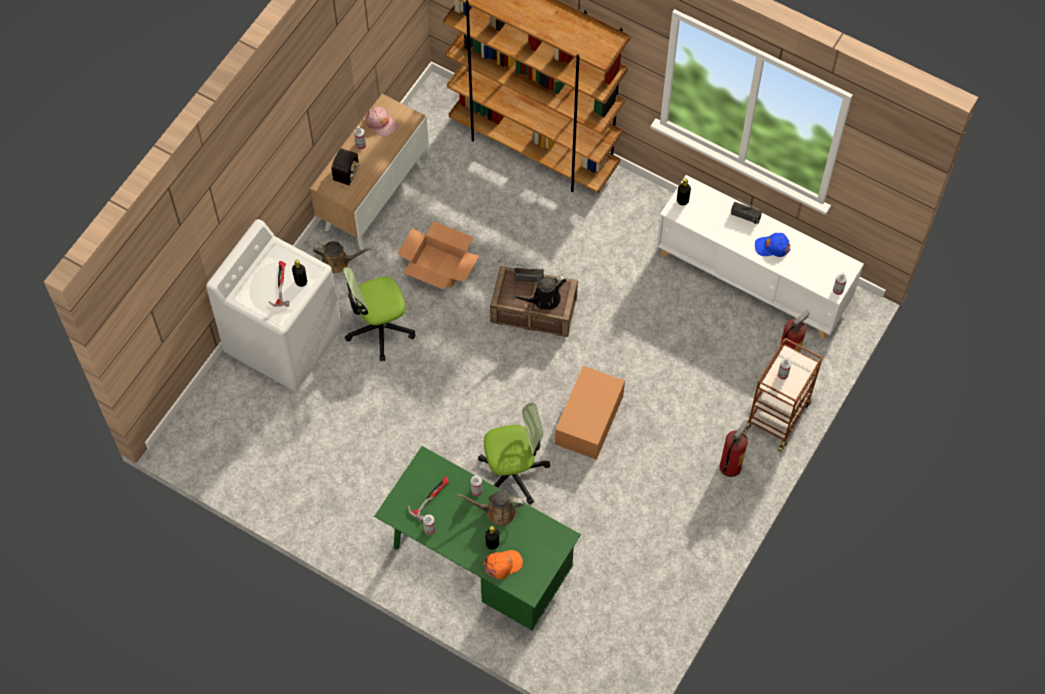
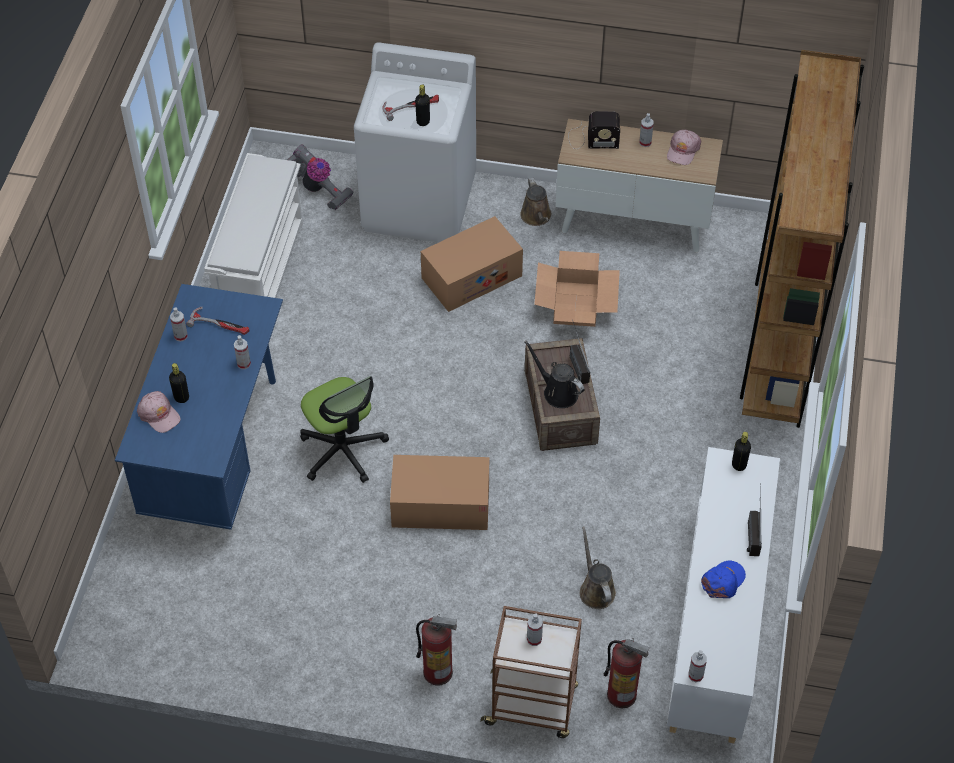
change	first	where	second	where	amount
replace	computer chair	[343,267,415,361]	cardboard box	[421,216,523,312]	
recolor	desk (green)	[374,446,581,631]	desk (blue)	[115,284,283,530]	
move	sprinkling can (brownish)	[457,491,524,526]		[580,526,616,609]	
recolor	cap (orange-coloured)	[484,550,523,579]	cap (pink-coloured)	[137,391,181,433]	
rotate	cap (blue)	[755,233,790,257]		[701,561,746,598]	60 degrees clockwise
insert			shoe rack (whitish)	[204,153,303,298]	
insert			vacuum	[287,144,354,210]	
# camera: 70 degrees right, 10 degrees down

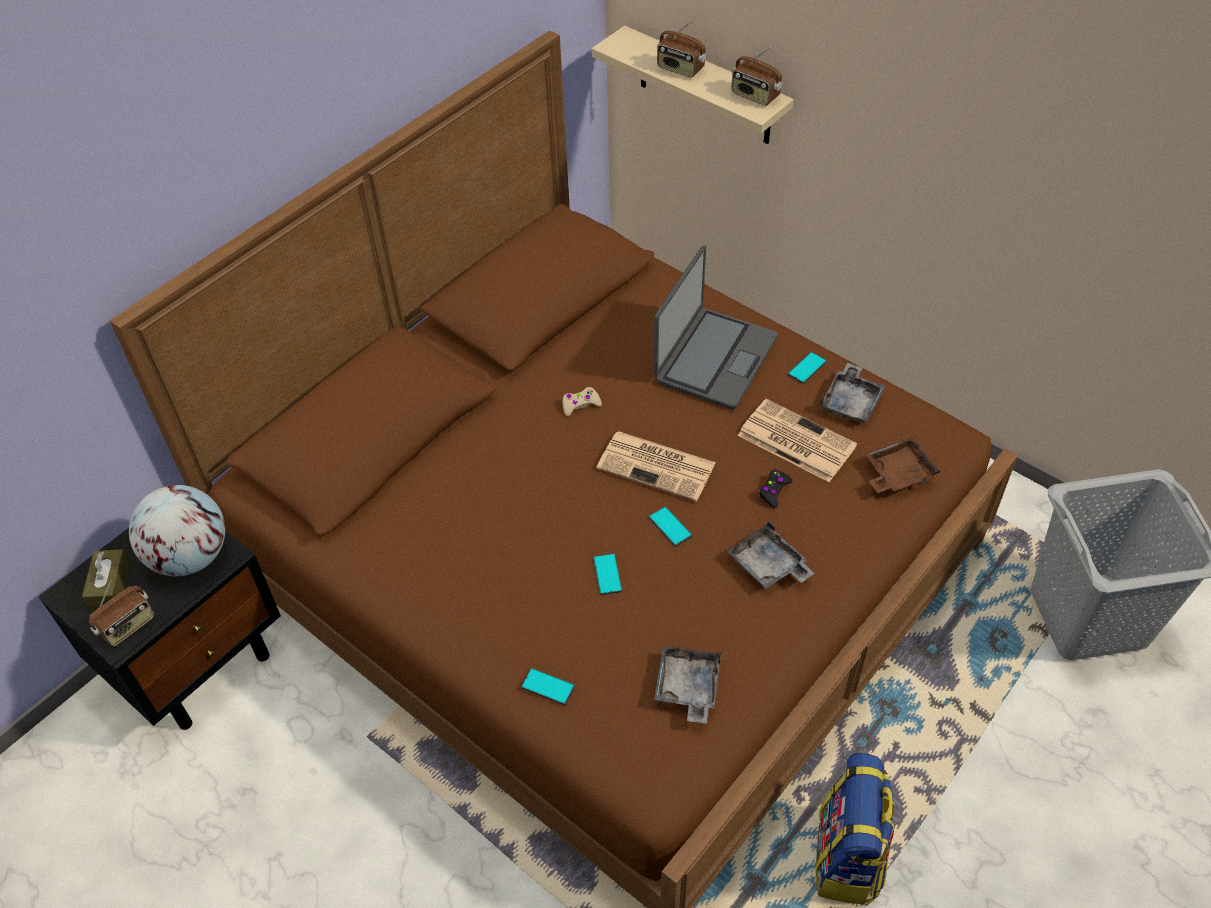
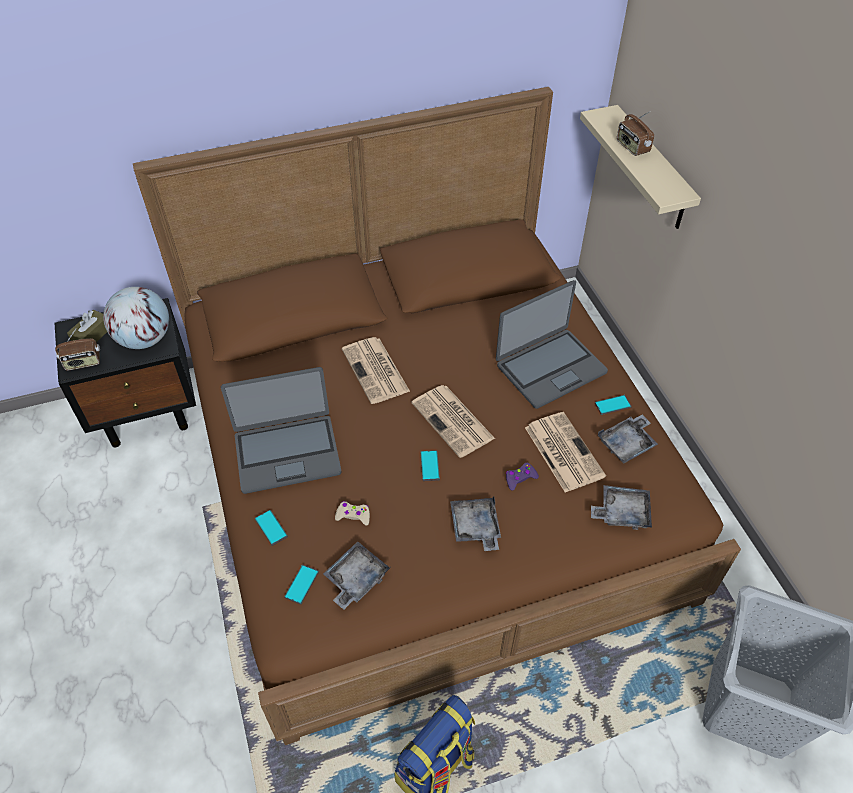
change	first	where	second	where	amount
move	joypad (beige)	[563,387,602,416]		[335,501,370,525]	
move	handset	[593,553,622,595]		[284,564,319,605]	
delete	radio	[731,47,782,106]			
recolor	joypad (blackish)	[759,470,792,508]	joypad (purple-coloured)	[506,463,539,491]	
recolor	carrying tray (brownish)	[865,437,941,493]	carrying tray (grey)	[591,485,652,530]	
insert			notebook computer	[221,367,342,494]	
insert			daily paper	[342,337,410,404]	
# camera: 30 degrees right, 0 degrees up

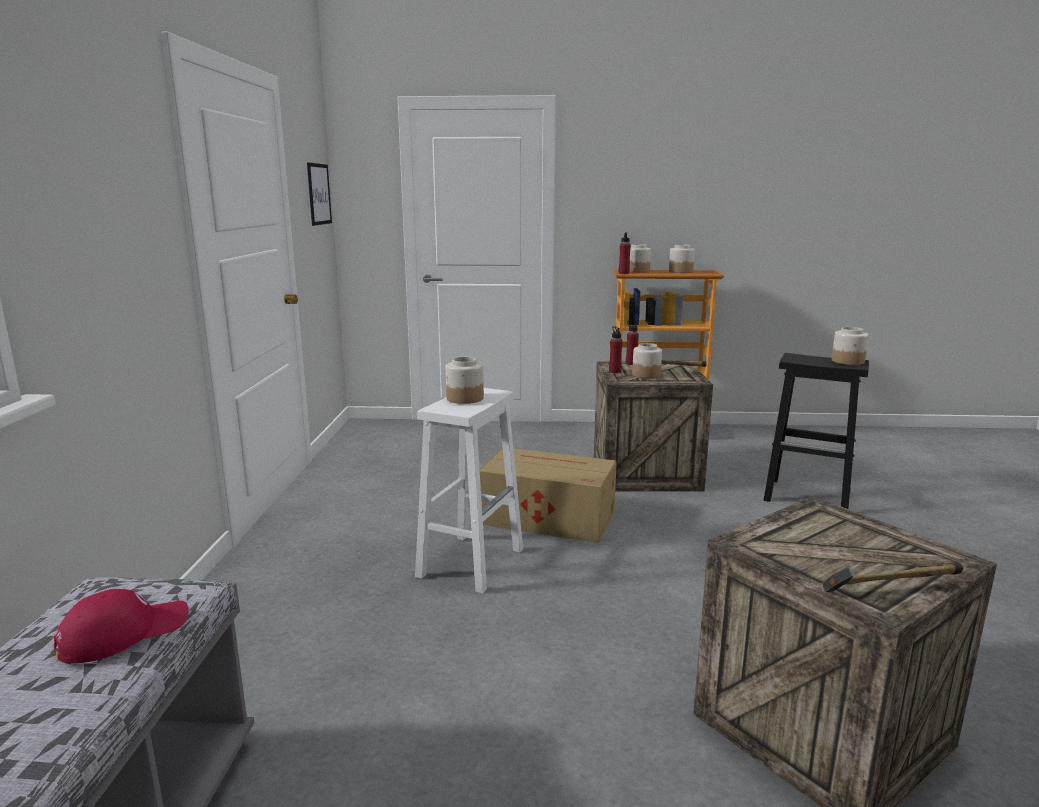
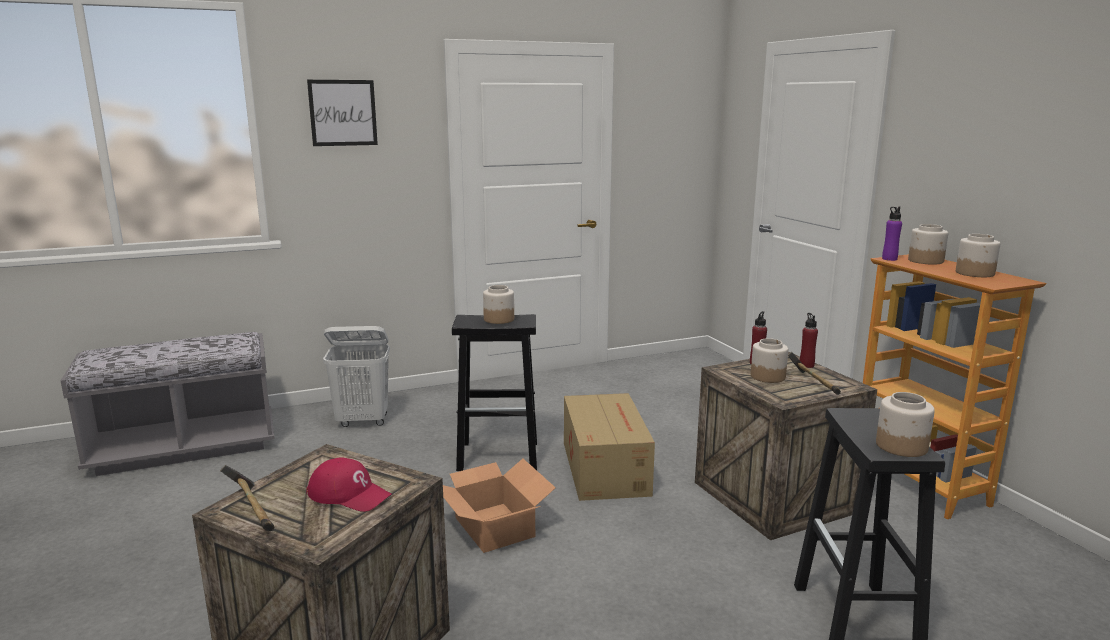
change	first	where	second	where	amount
move	cap (reddish)	[54,589,189,665]		[306,457,392,512]	
move	picture	[307,163,332,226]		[307,80,378,146]	
recolor	stool (whitish)	[415,388,523,594]	stool (blackish)	[452,314,537,471]	
recolor	drink bottle (reddish)	[619,232,631,274]	drink bottle (purple-coloured)	[882,206,902,261]	
insert			hamper (whitish)	[323,326,390,427]	
insert			cardboard box	[443,459,556,553]	
# camera: 65 degrees right, 0 degrees up

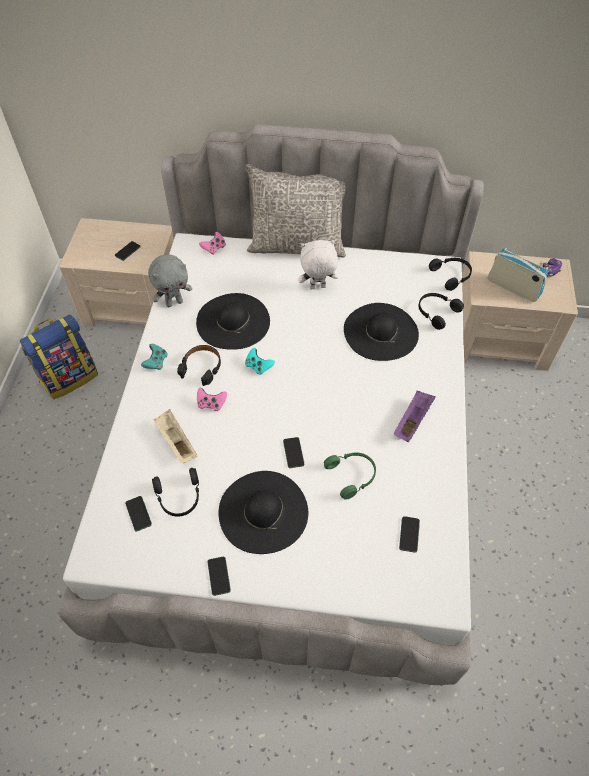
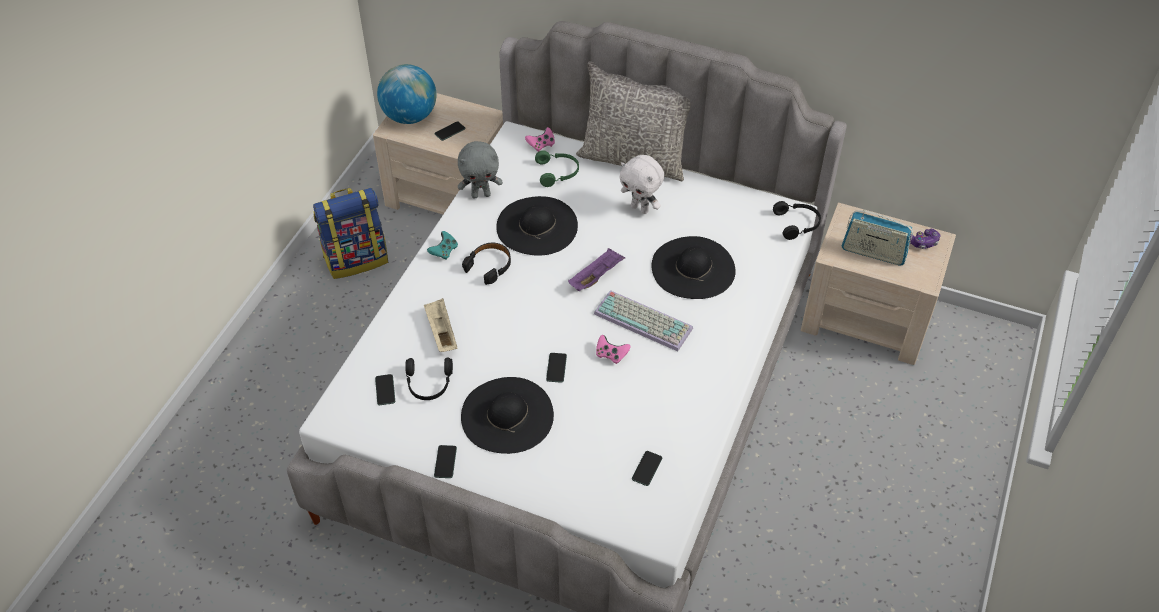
change	first	where	second	where	amount
move	joypad (pink-coloured)	[197,388,227,411]		[596,335,630,364]	
delete	joypad (blue-green)	[245,348,275,375]			
rotate	soft toy (whitish)	[298,240,338,289]		[620,155,664,214]	150 degrees counterclockwise
move	headphones (green)	[324,453,376,500]		[535,150,579,187]	
move	carrying tray (purple-coloured)	[394,391,436,442]		[568,248,626,291]	
delete	headphones (blackish)	[418,293,464,330]			
rotate	radio	[488,248,549,302]		[841,210,913,266]	150 degrees clockwise
insert			world globe	[377,64,436,124]	
insert			keyboard	[594,290,693,351]	
# camera: 15 degrees right, 5 degrees down

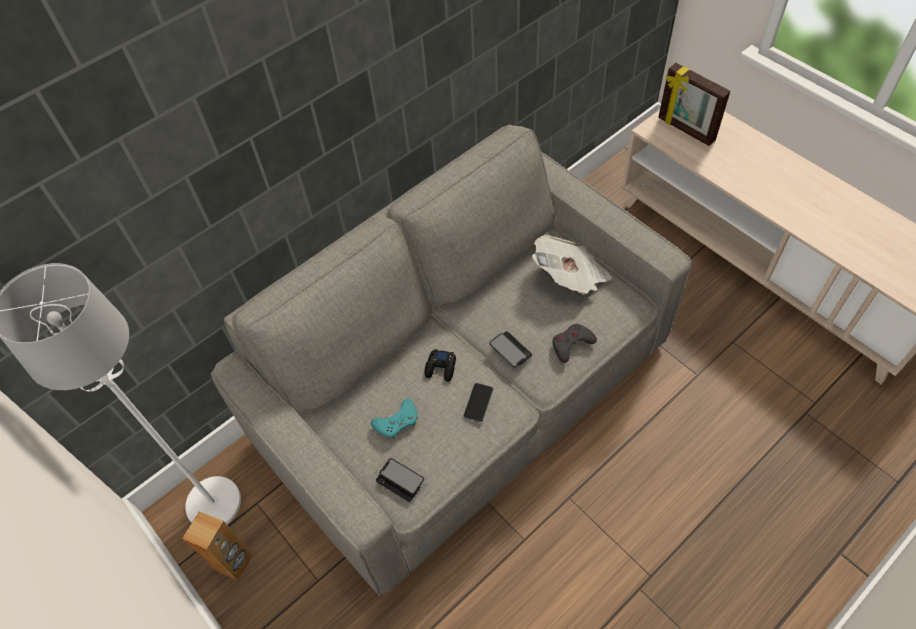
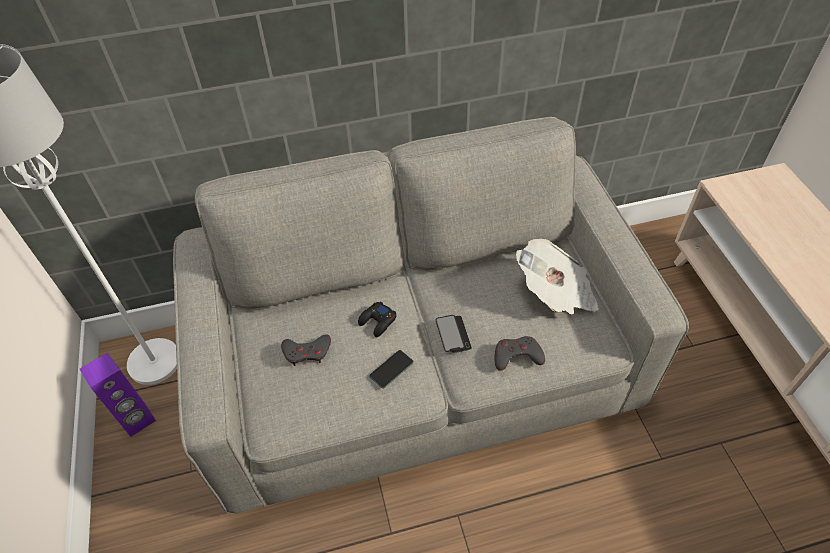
change	first	where	second	where	amount
recolor	audio speaker (brownish)	[182,511,253,581]	audio speaker (purple-coloured)	[80,353,156,437]	
recolor	joypad (blue-green)	[371,399,417,439]	joypad (grey)	[281,334,331,366]	
delete	handset	[376,458,424,502]			
delete	standing frame	[658,63,730,146]			
# camera: 25 degrees right, 5 degrees down

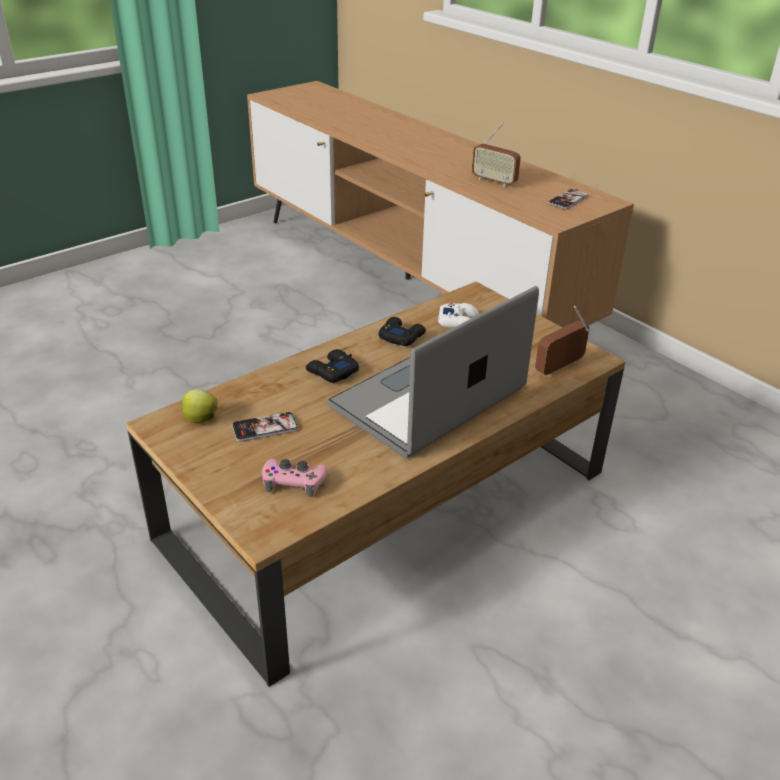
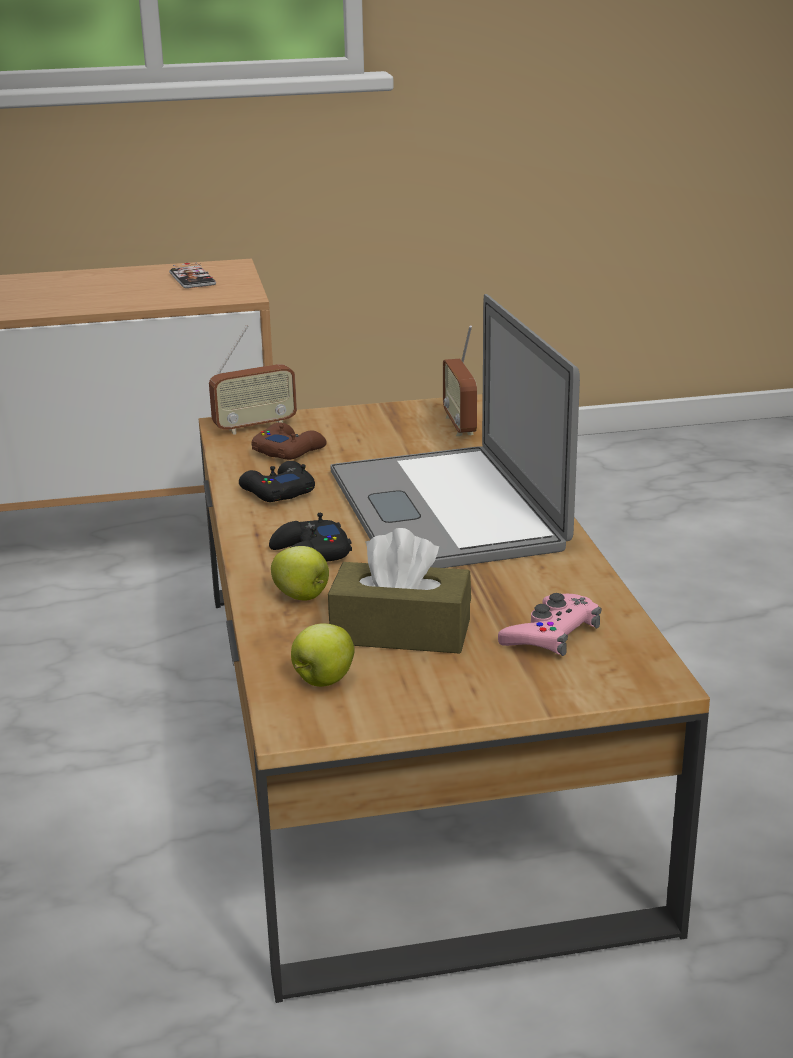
change	first	where	second	where	amount
replace	handset	[232,411,298,442]	tissue holder (brownish)	[328,528,471,654]	
recolor	joypad (whitish)	[438,303,479,328]	joypad (brownish)	[251,423,327,460]	
move	radio	[472,122,521,187]		[209,325,297,434]	
insert			apple	[271,546,329,600]	
# camera: 60 degrees left, 10 degrees down

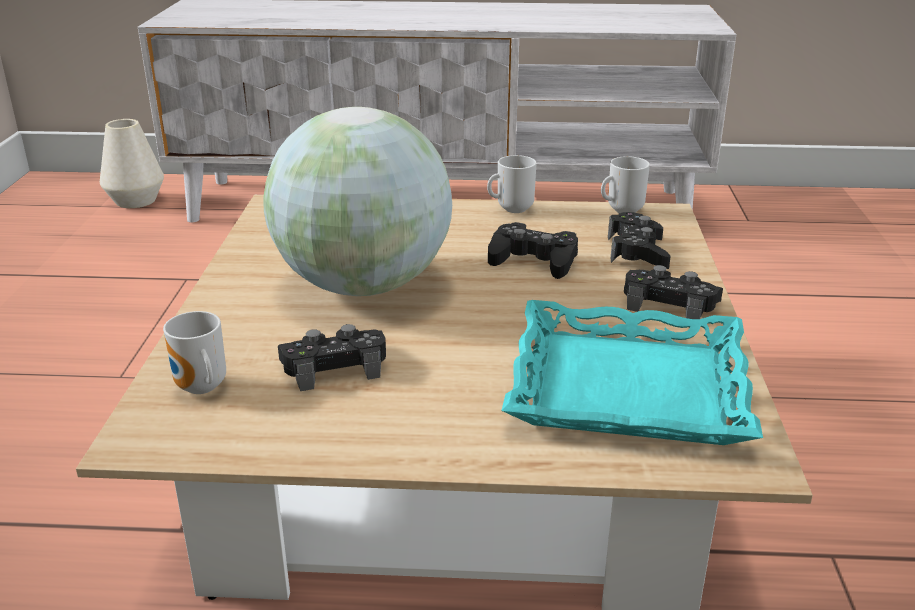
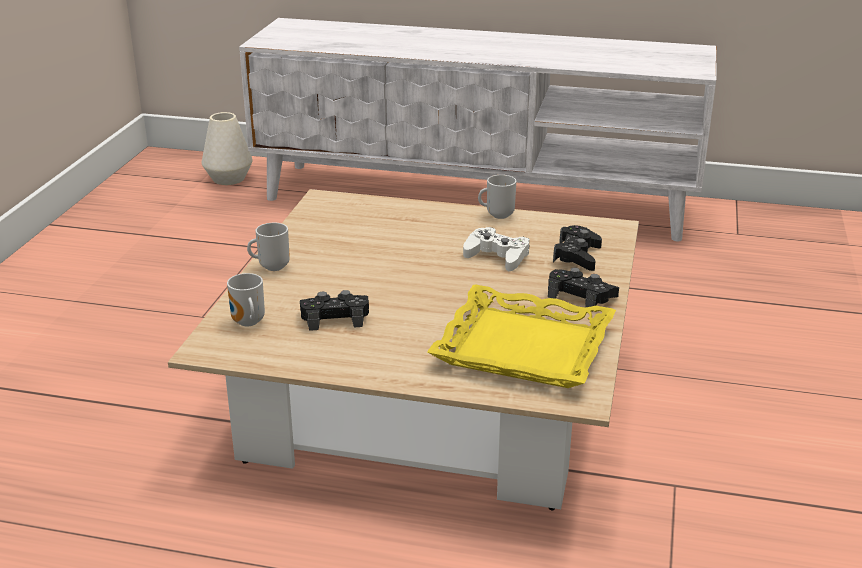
change	first	where	second	where	amount
delete	world globe	[263,107,452,296]			
recolor	joypad (blackish)	[488,222,578,279]	joypad (whitish)	[463,227,530,271]	
recolor	carrying tray (blue-green)	[501,300,763,445]	carrying tray (yellow)	[427,284,616,388]	
move	tea mug	[601,156,650,213]		[247,223,290,271]	
# camera: 10 degrees right, 0 degrees up

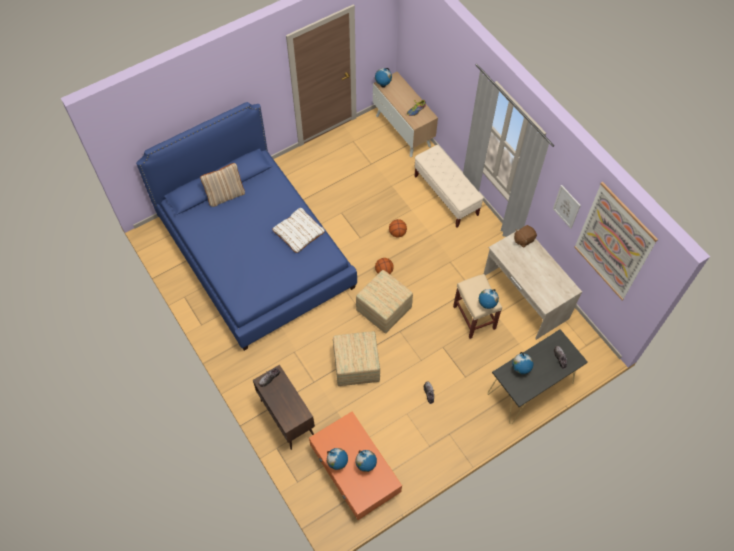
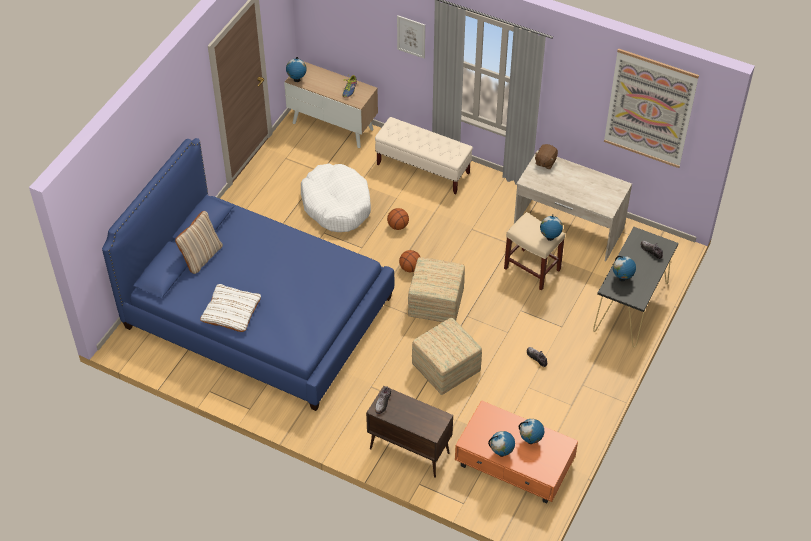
change	first	where	second	where	amount
move	pillow (whitish)	[272,208,325,253]		[200,284,261,332]	
move	picture	[553,185,581,228]		[397,15,425,59]	
insert			dog cushion (whitish)	[301,164,371,232]	
# camera: 30 degrees left, 10 degrees down

